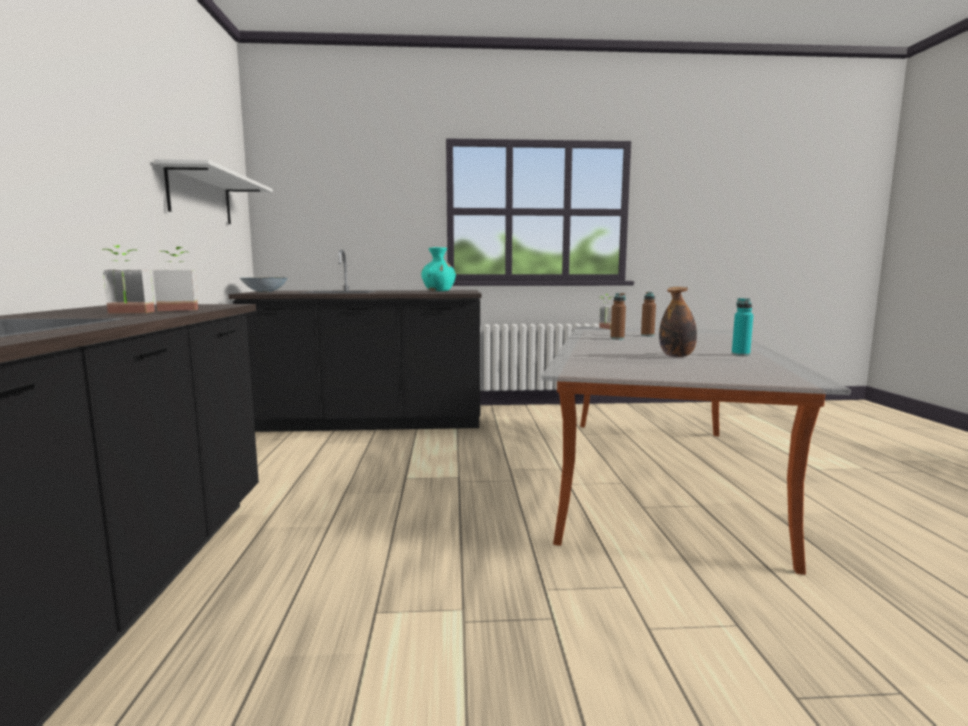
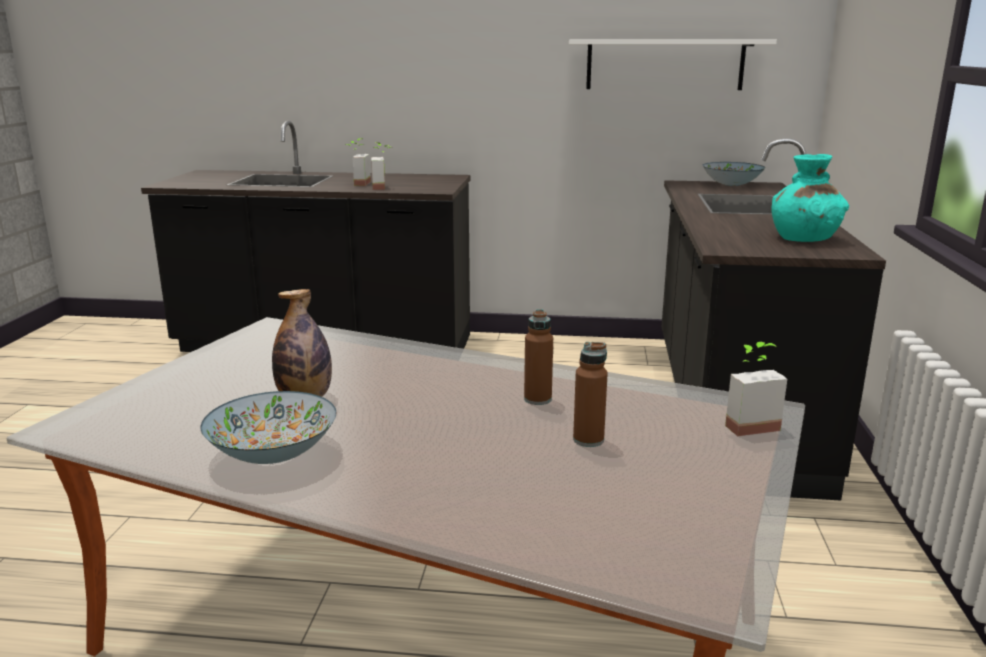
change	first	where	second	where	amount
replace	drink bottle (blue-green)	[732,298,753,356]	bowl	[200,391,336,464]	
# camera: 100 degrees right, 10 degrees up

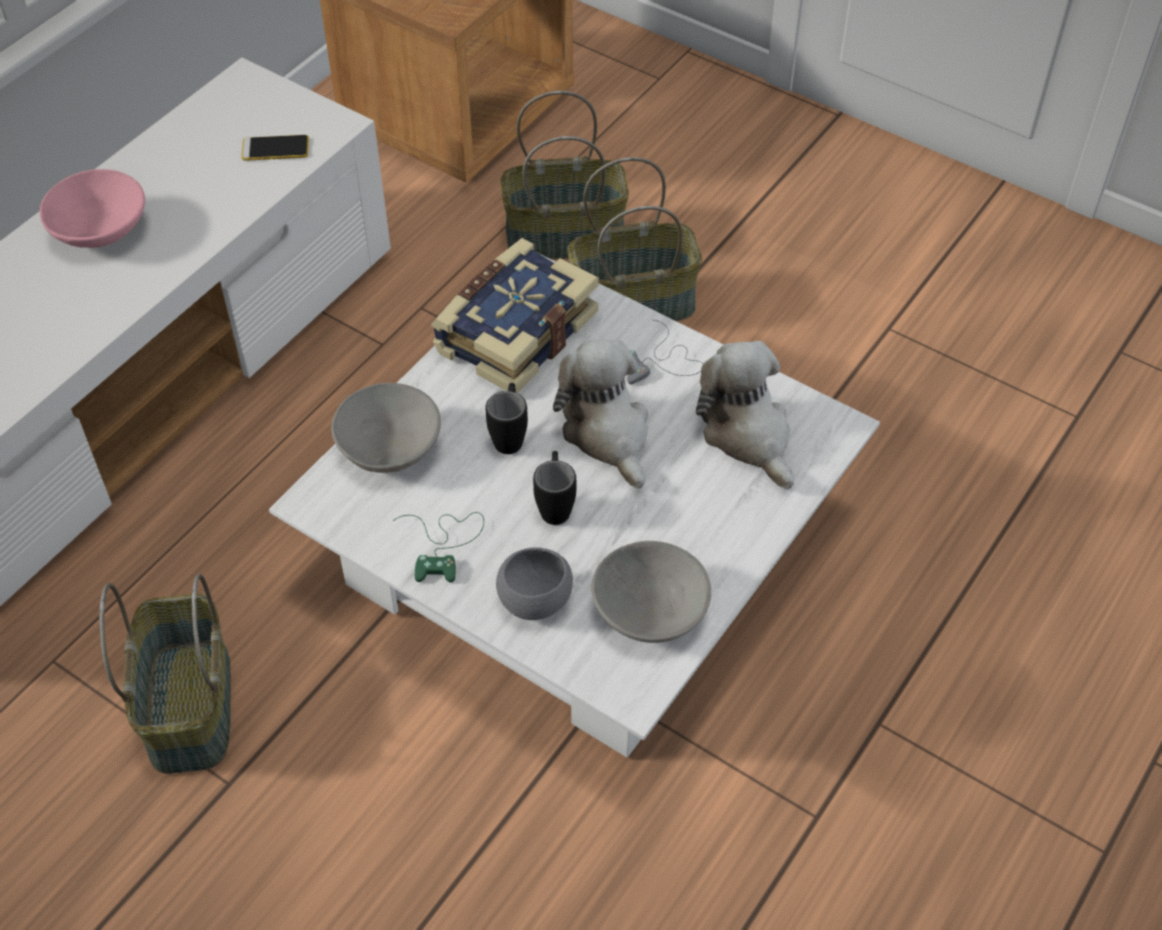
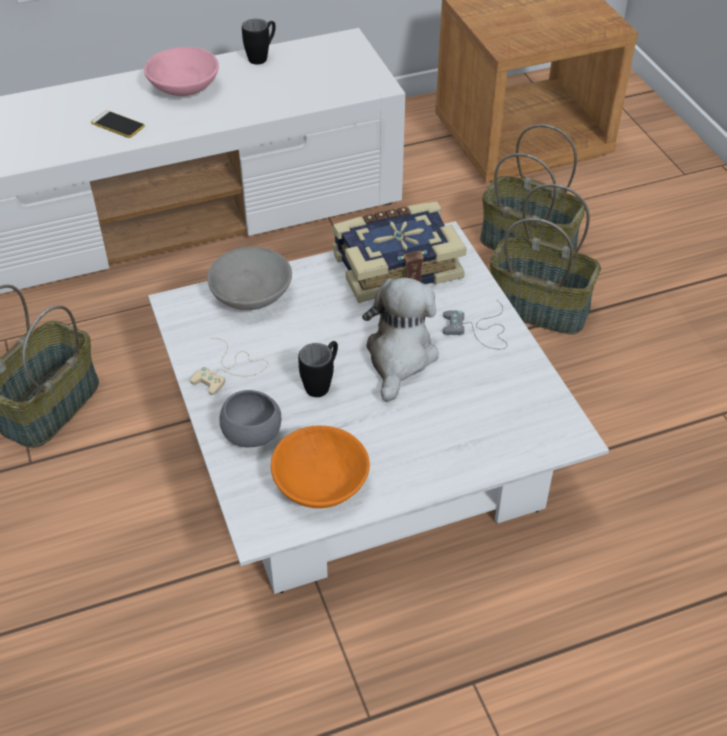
change	first	where	second	where	amount
move	handset	[241,135,309,161]		[91,110,145,138]	
recolor	joypad (green)	[393,512,484,582]	joypad (beige)	[190,338,268,395]	
move	tea mug (blackish)	[486,383,528,454]		[242,19,276,65]	
recolor	bowl (grey)	[591,541,711,643]	bowl (orange-coloured)	[271,426,370,508]	
delete	soft toy	[696,341,794,489]			
# camera: 35 degrees right, 5 degrees down

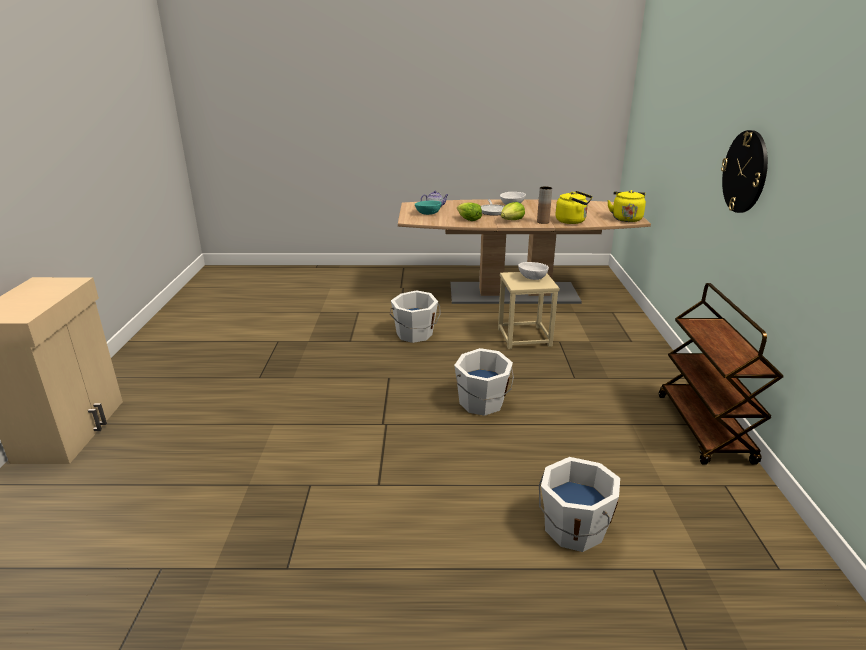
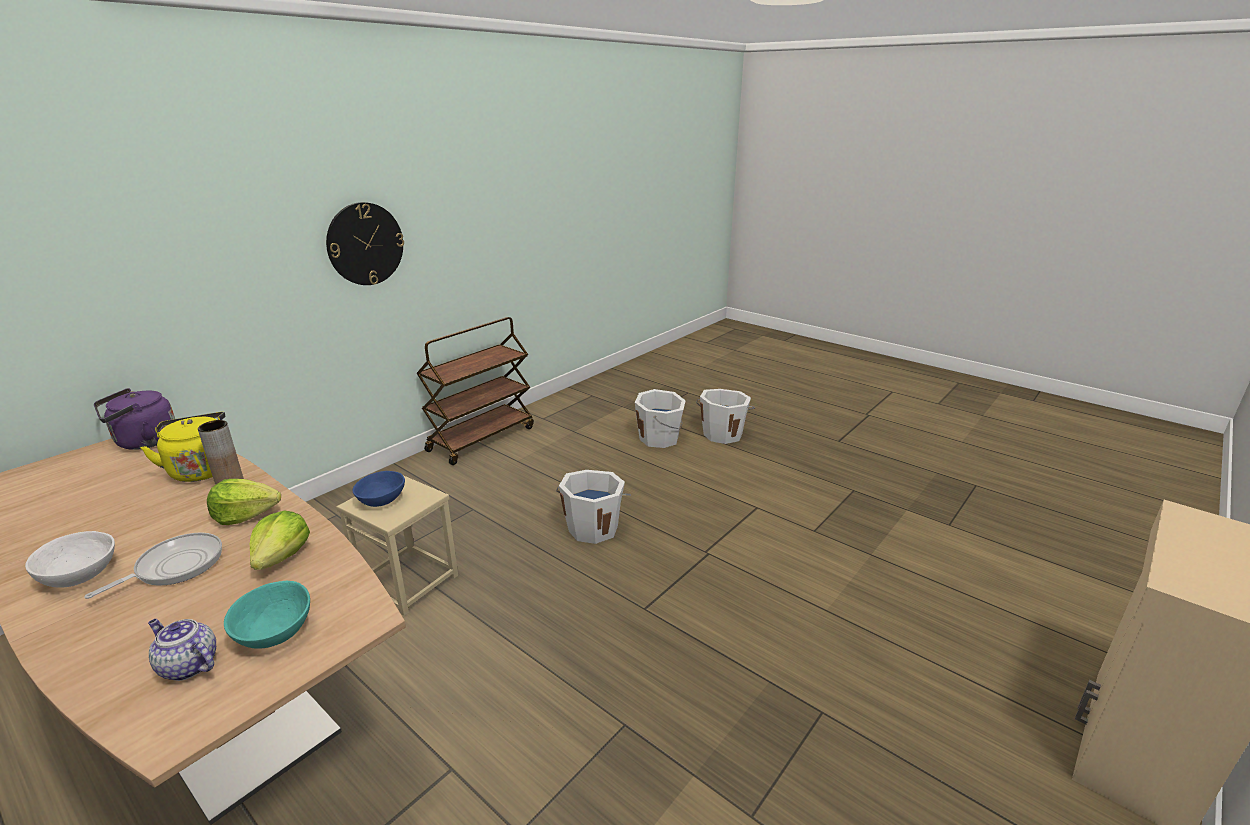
change	first	where	second	where	amount
move	pail (whitish)	[390,290,441,343]		[696,389,756,444]	
recolor	bowl (whitish)	[518,262,549,280]	bowl (blue)	[353,471,405,507]	
recolor	water kettle (yellow)	[607,190,646,222]	water kettle (purple-coloured)	[94,388,175,450]	
# camera: 140 degrees left, 0 degrees up

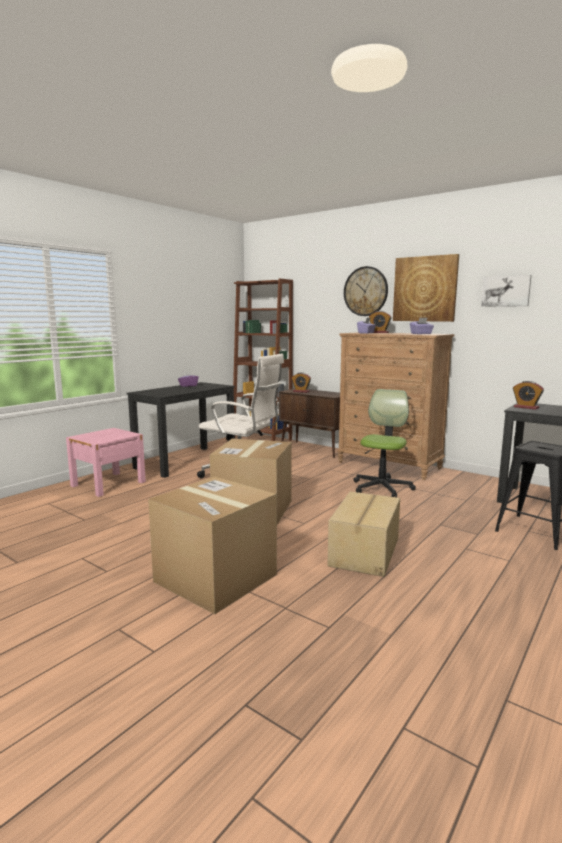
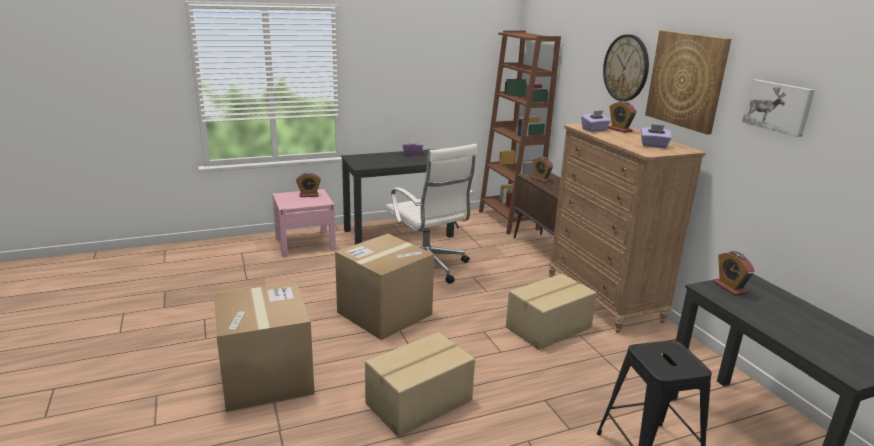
change	first	where	second	where	amount
replace	computer chair	[353,389,416,497]	cardboard box	[506,274,597,350]	
insert			bedside clock	[296,173,321,197]	
# camera: 30 degrees right, 10 degrees up

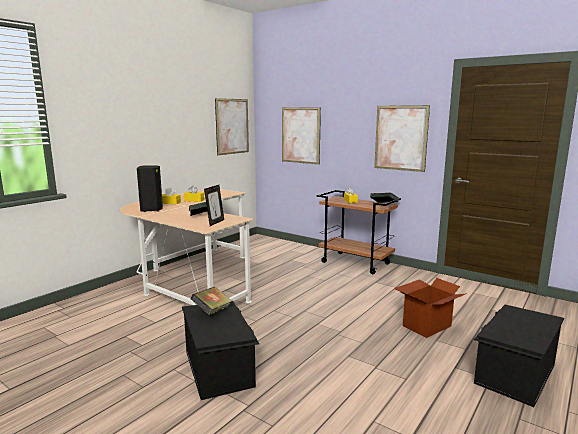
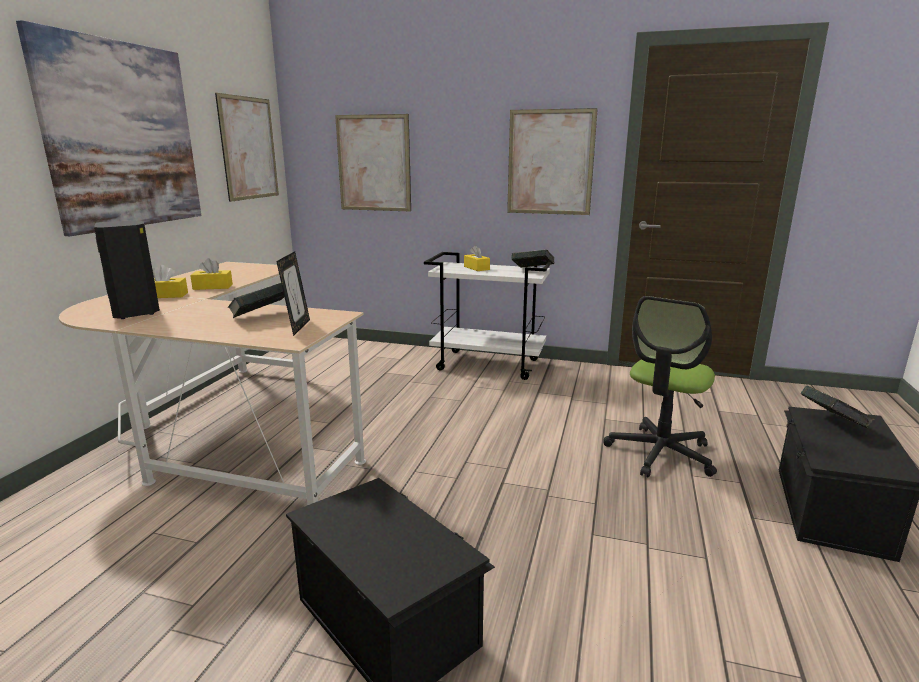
change	first	where	second	where	amount
move	volume	[191,287,232,315]		[801,386,875,428]	
recolor	trolley (brownish)	[317,190,401,274]	trolley (whitish)	[424,252,551,380]	
replace	cardboard box	[394,278,465,338]	computer chair	[603,296,717,478]	
insert			picture	[16,20,201,236]	
# camera: 20 degrees left, 5 degrees up

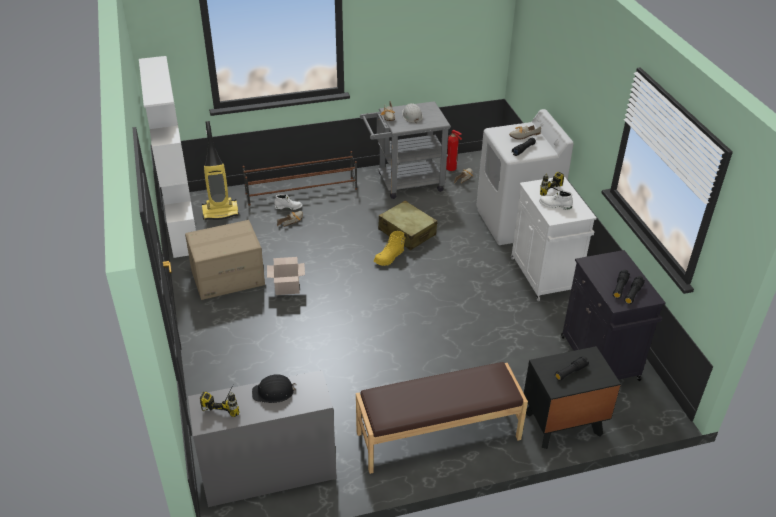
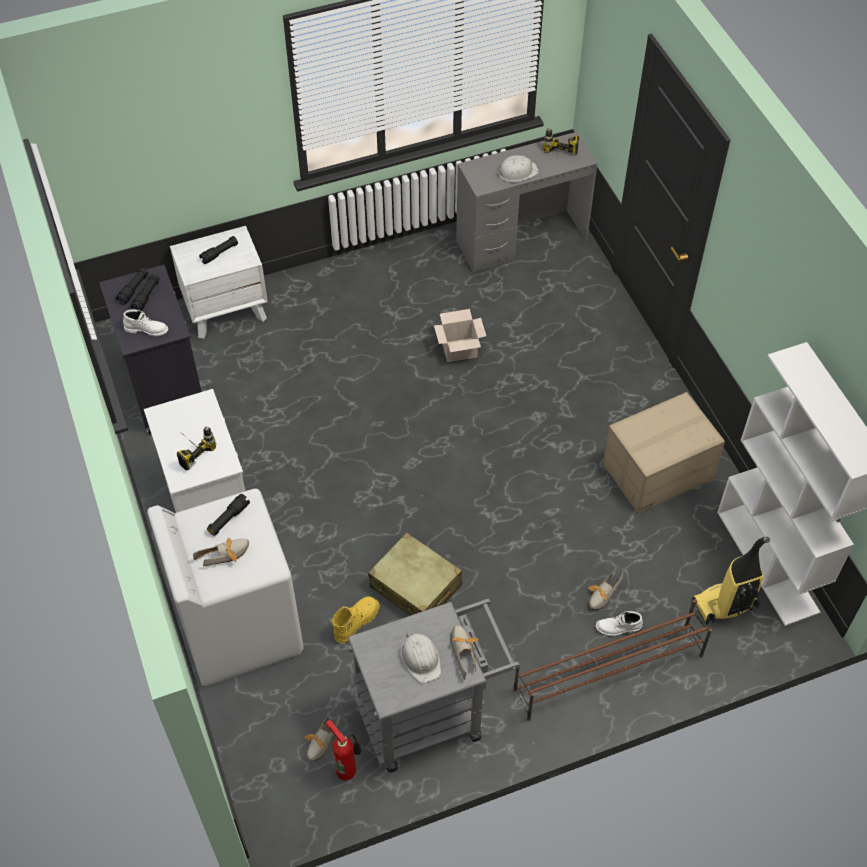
change	first	where	second	where	amount
recolor	work helmet (blackish)	[252,374,296,403]	work helmet (whitish)	[497,155,539,182]	
move	cardboard box	[267,257,305,295]		[434,309,486,362]	
delete	indoor bench (brownish)	[356,362,528,474]			
move	tall boot (yellow)	[374,231,406,266]		[330,597,380,643]	
recolor	nightstand (blackish)	[524,346,621,449]	nightstand (whitish)	[170,226,268,338]	
move	tall boot (whitish)	[539,190,573,209]		[123,309,168,336]	
# camera: 175 degrees right, 15 degrees up

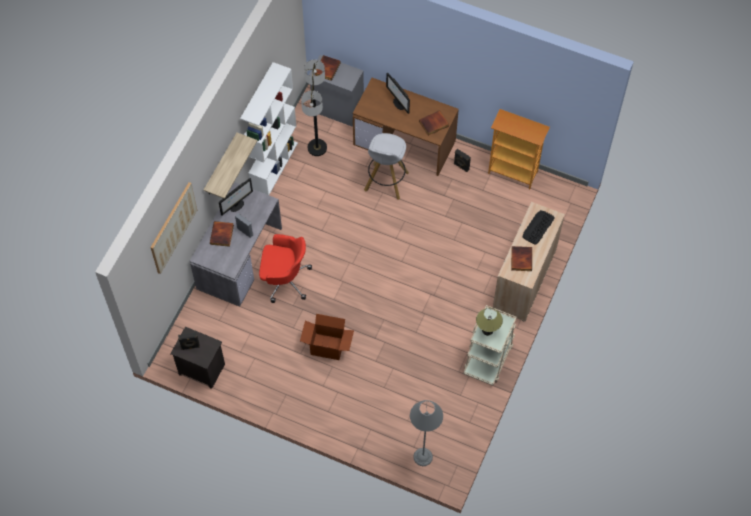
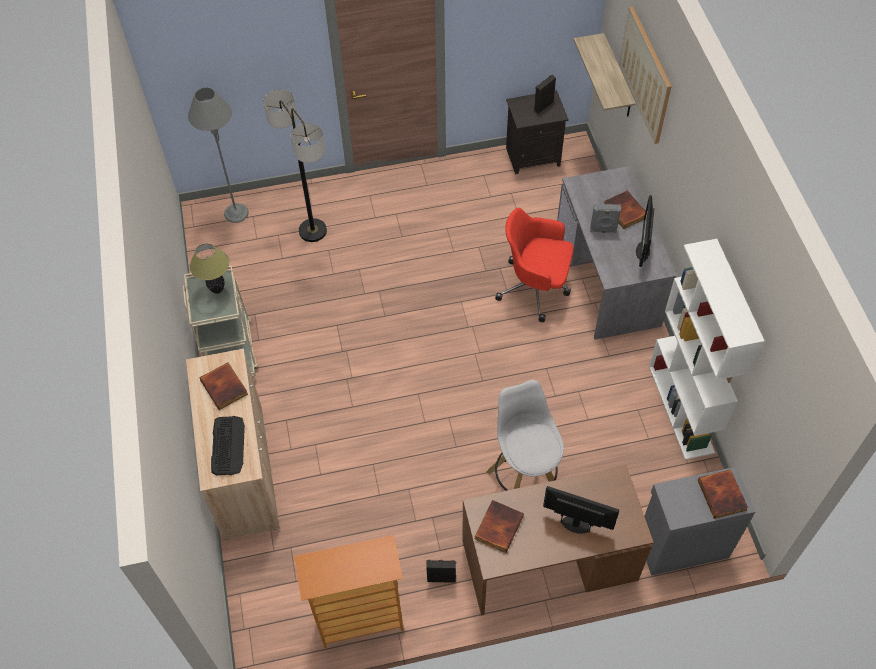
change	first	where	second	where	amount
move	wall shelf	[204,133,257,199]		[574,33,636,117]	
rotate	computer chair (reddish)	[259,234,312,303]		[495,208,573,322]	45 degrees clockwise
delete	cardboard box	[300,314,354,360]			
move	floor lamp	[301,60,327,156]		[263,89,327,242]	
# camera: 145 degrees right, 5 degrees down

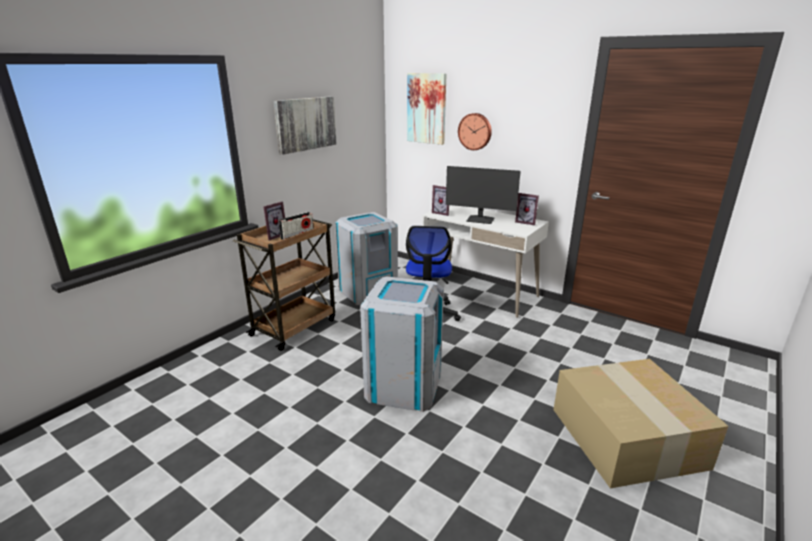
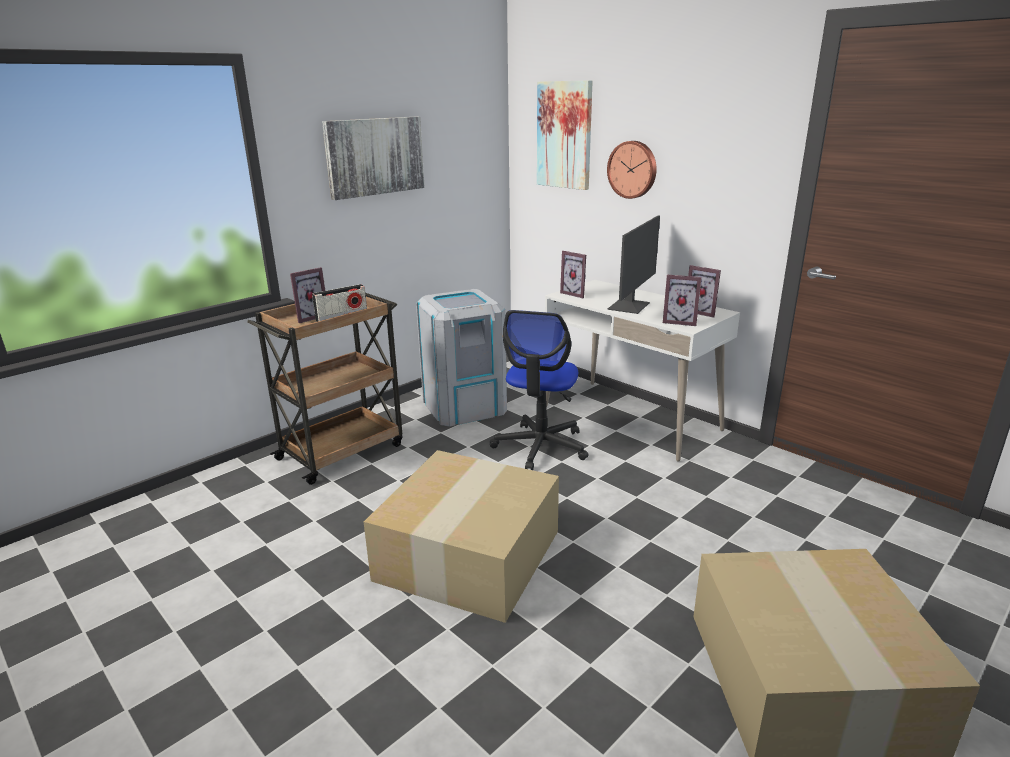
change	first	where	second	where	amount
replace	trash can (grey)	[360,276,444,412]	cardboard box	[364,450,559,623]	
rotate	monitor	[446,166,521,224]		[608,215,660,314]	90 degrees counterclockwise
insert			standing frame	[663,275,702,326]	
# camera: 10 degrees right, 0 degrees up

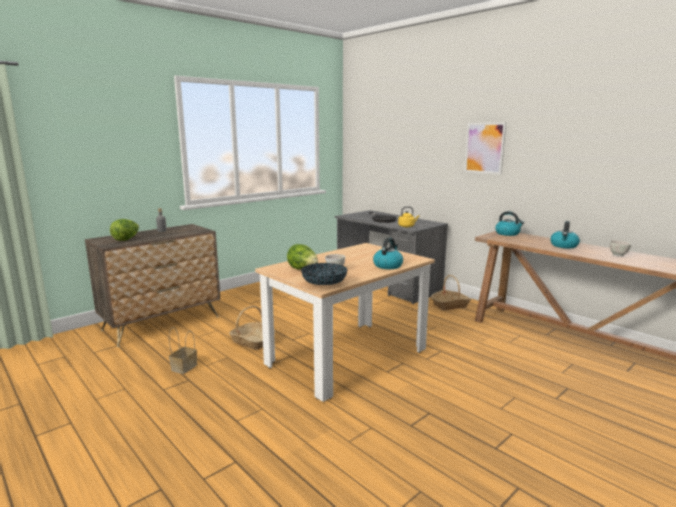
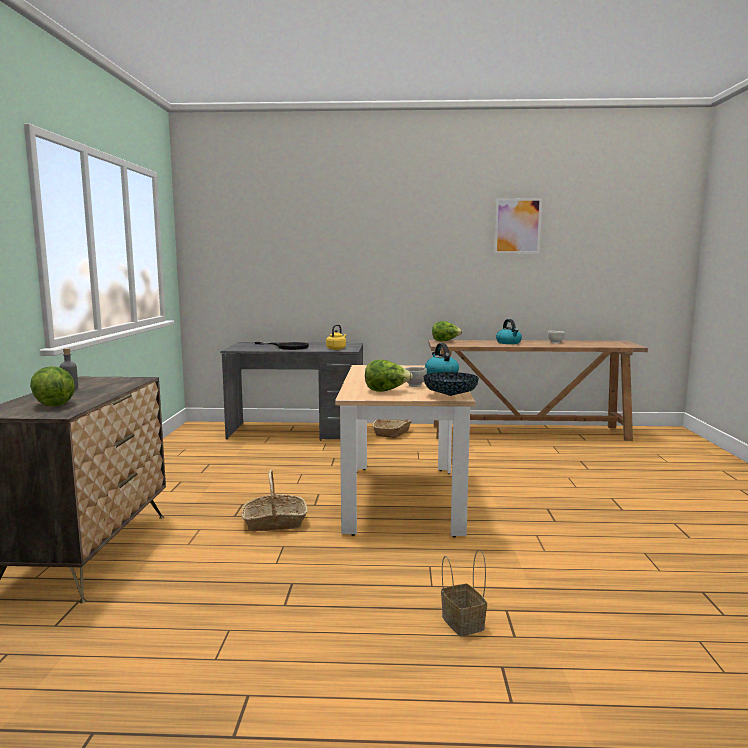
change	first	where	second	where	amount
move	household basket	[169,327,197,374]		[441,549,487,636]	
move	picture	[464,122,506,175]		[494,198,542,254]	
replace	water kettle	[495,211,524,236]	lettuce	[432,321,463,342]	
# camera: 45 degrees left, 5 degrees down

